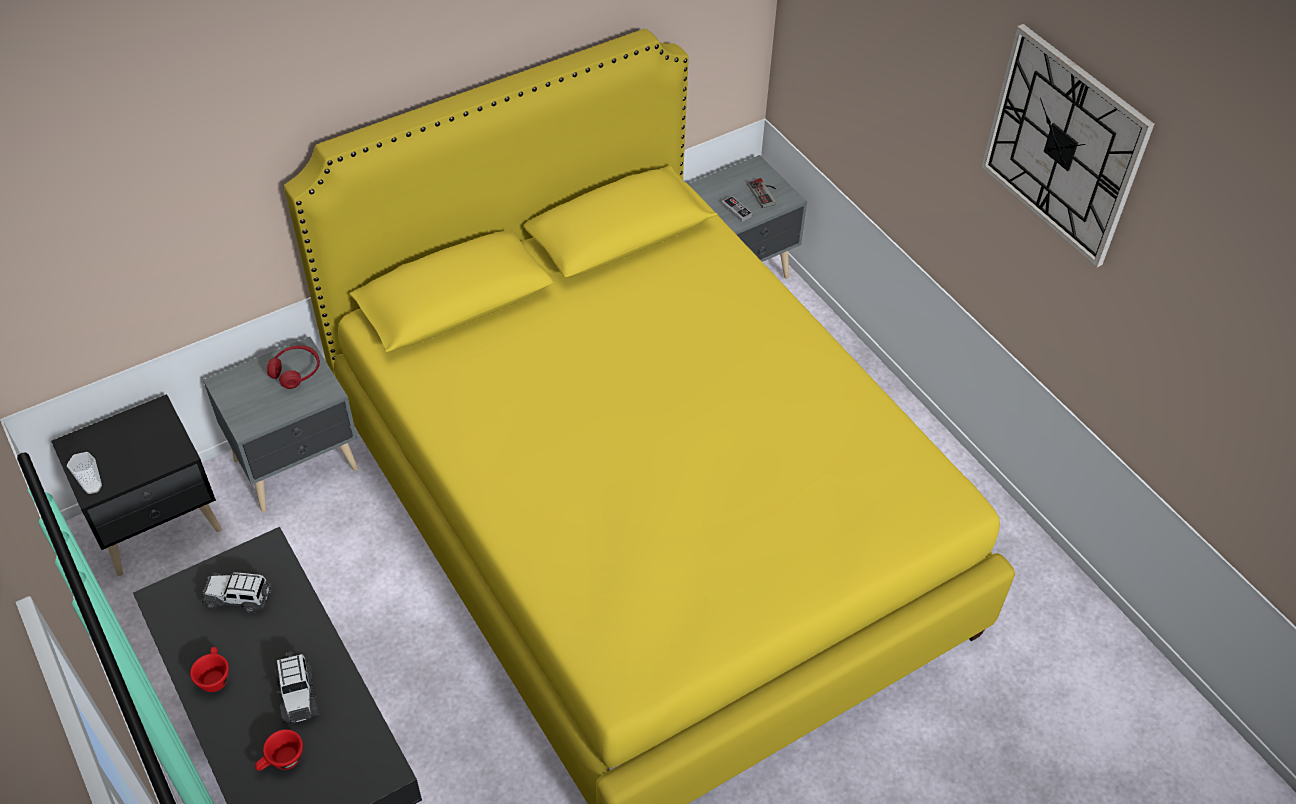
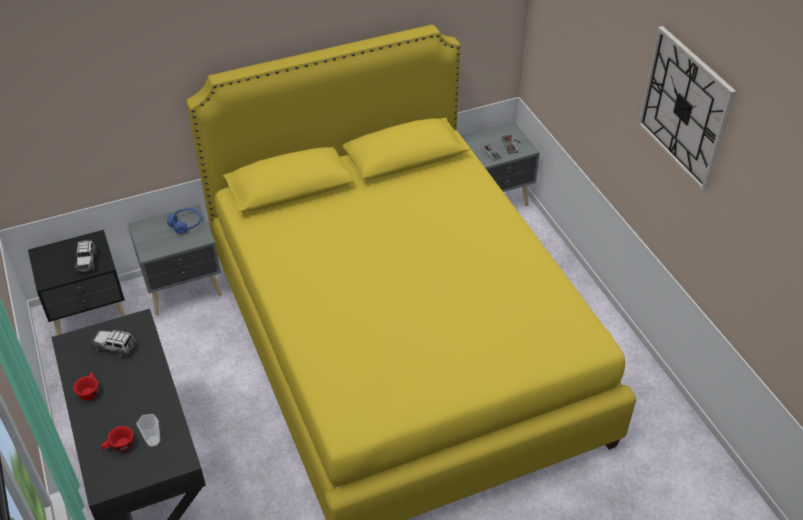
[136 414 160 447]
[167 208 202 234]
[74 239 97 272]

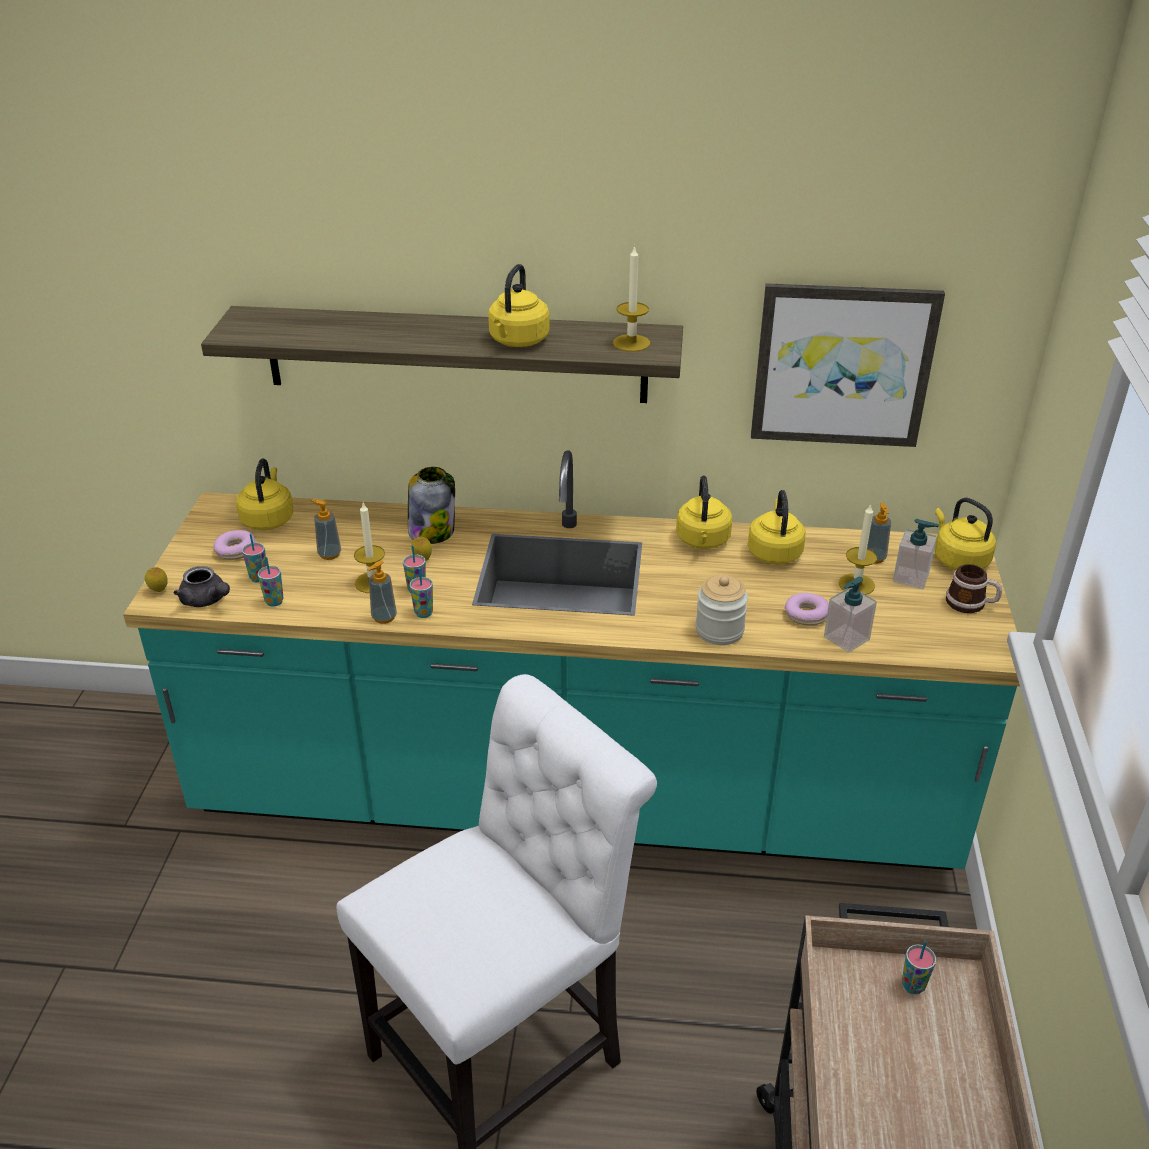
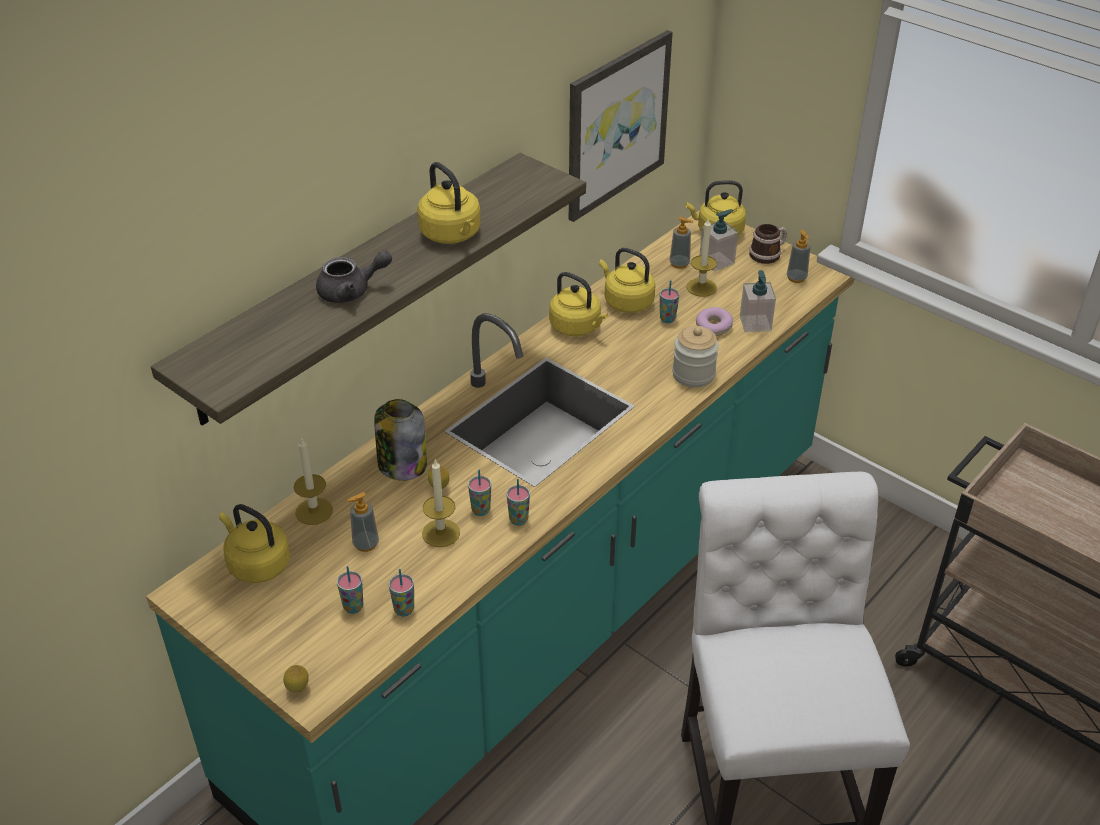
[316 250 392 303]
[213 530 256 560] (first image)
[787 230 811 283]
[294 438 333 525]
[660 280 679 323]

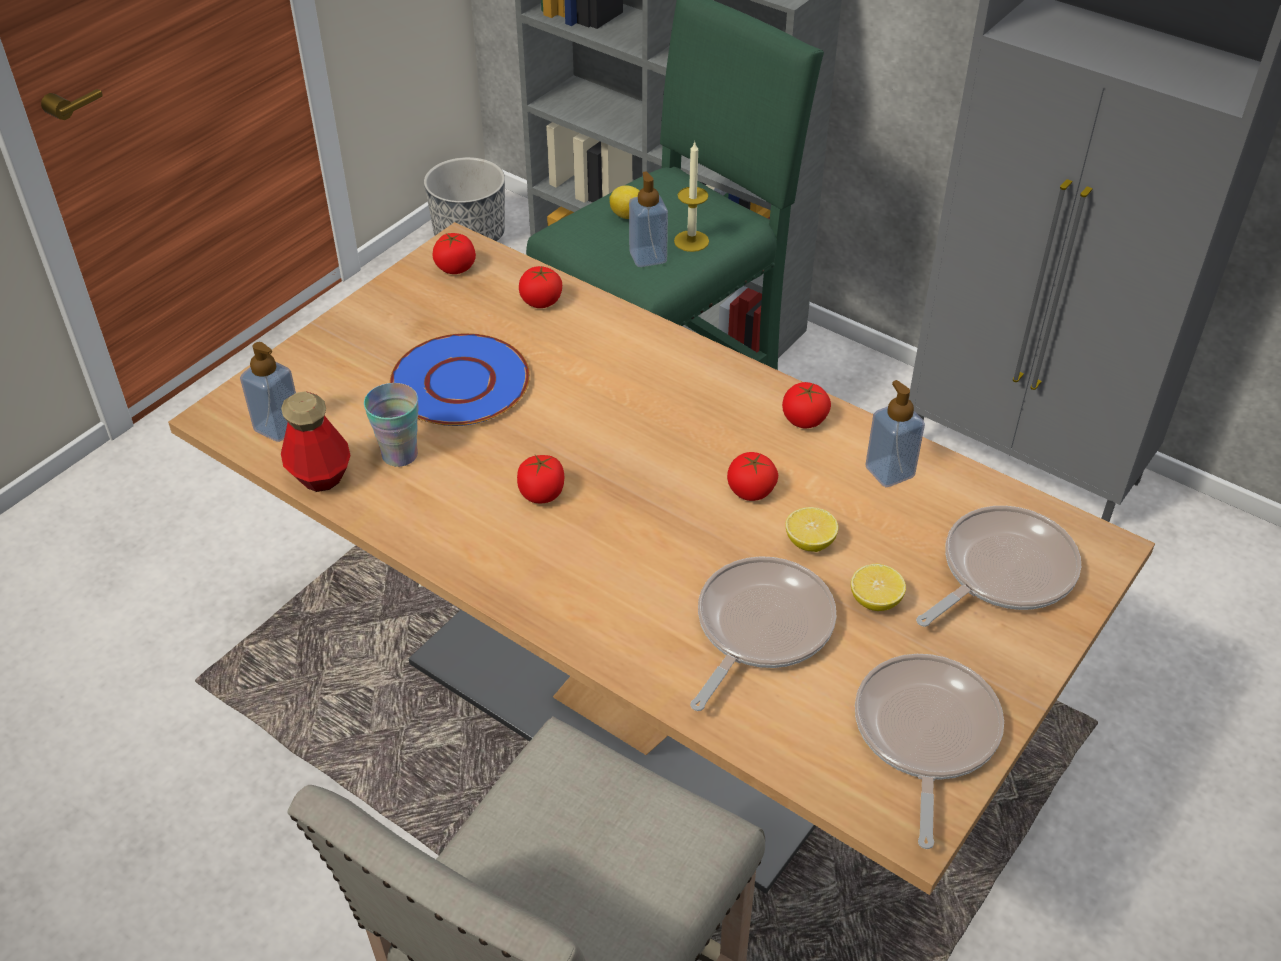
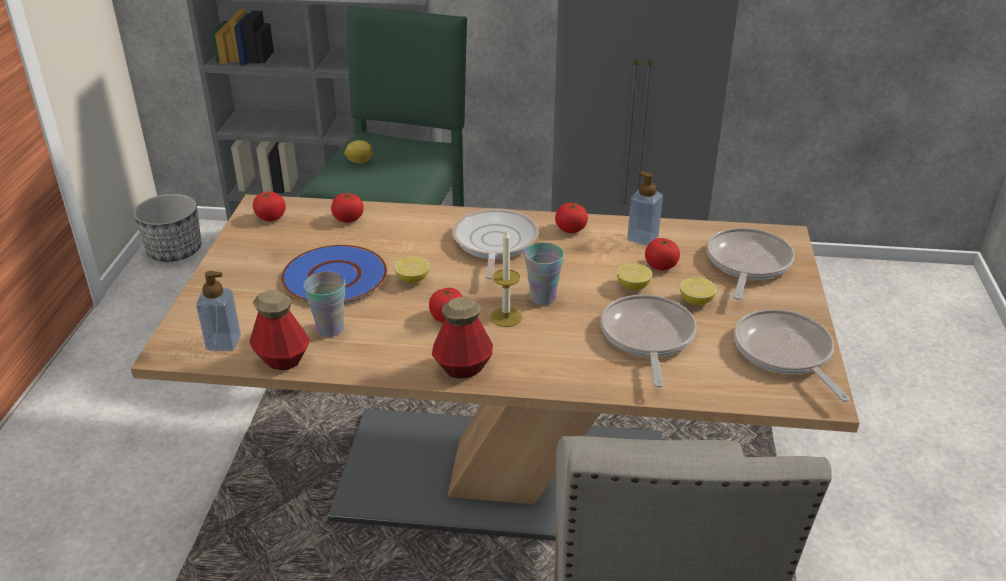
[629 171 668 267] (first image)
[490 229 522 327]
[645 238 680 270]
[394 256 430 283]
[432 297 493 378]
[452 208 539 279]
[524 243 564 305]

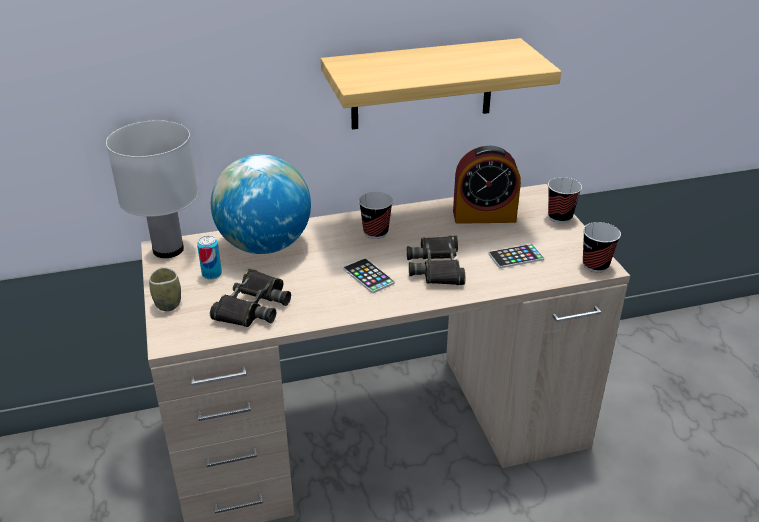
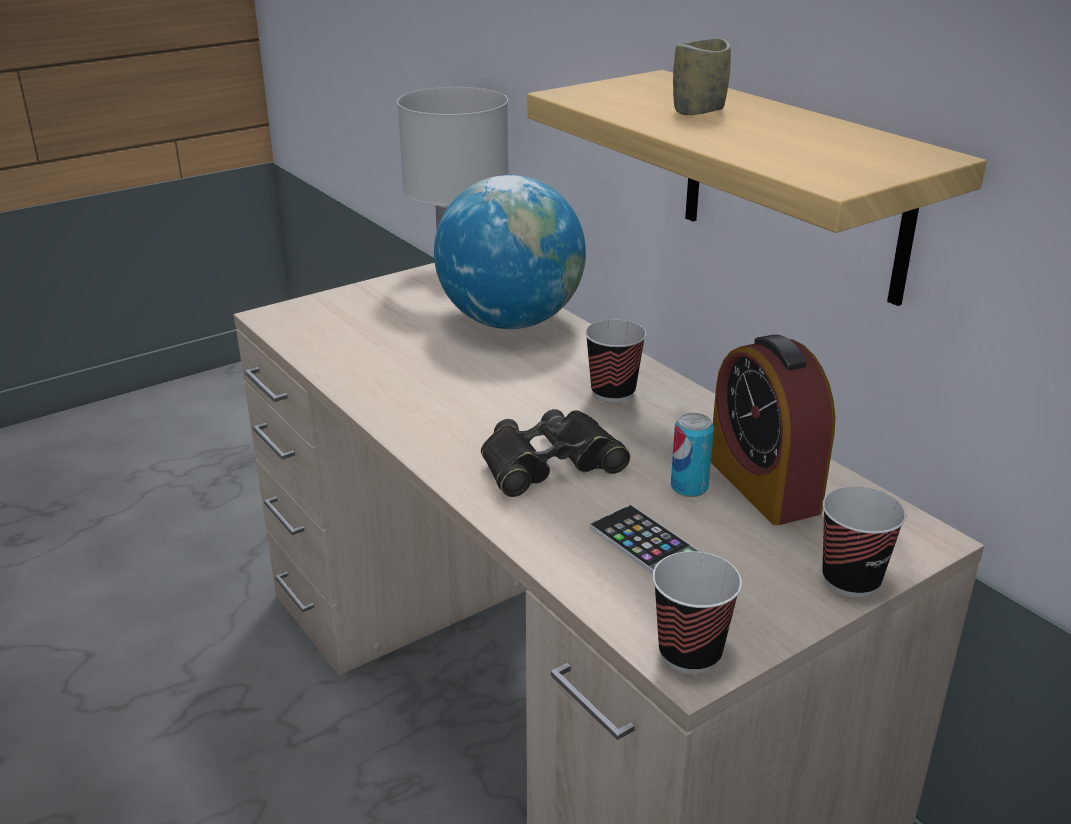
[673 38 731 115]
[671 413 714 497]
[210 269 291 327] (first image)
[343 258 395 293] (first image)

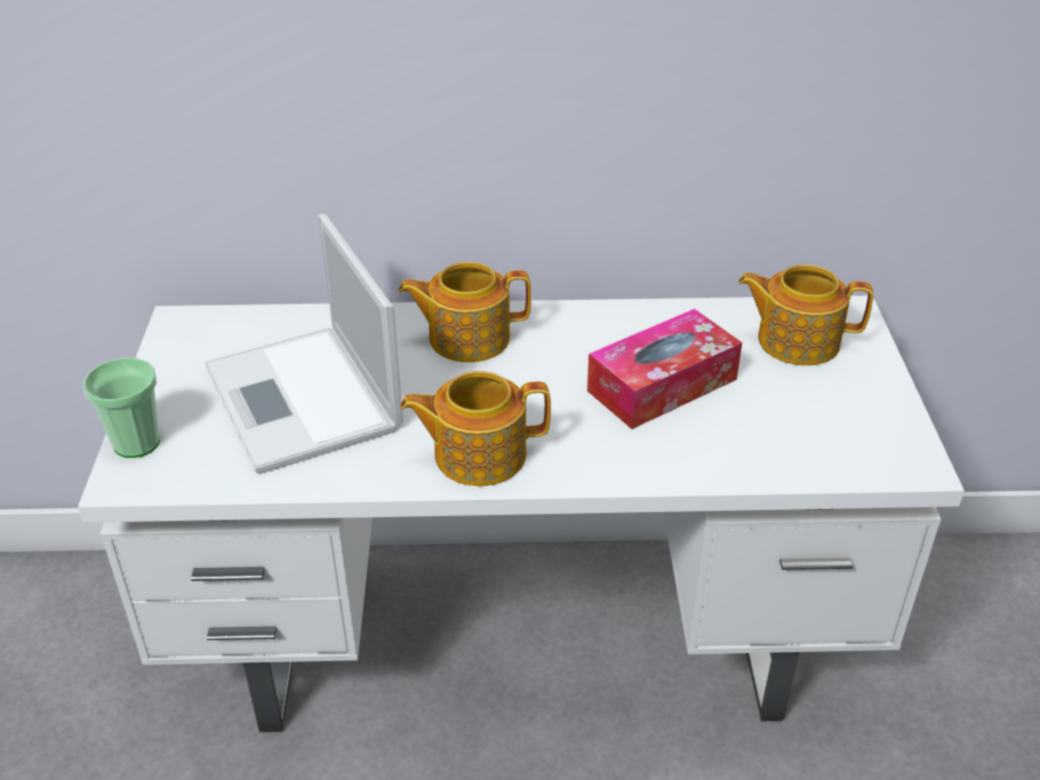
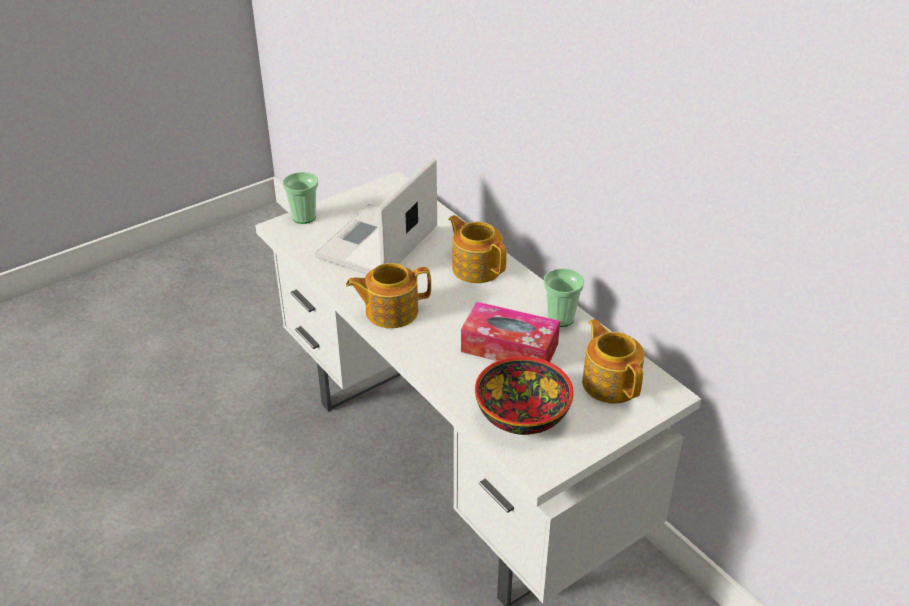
[346 263 431 328]
[475 356 574 435]
[543 268 584 327]

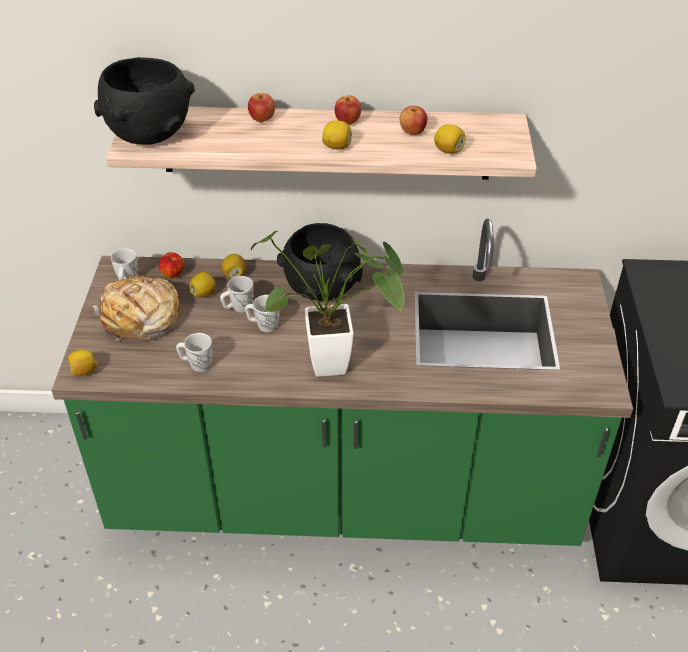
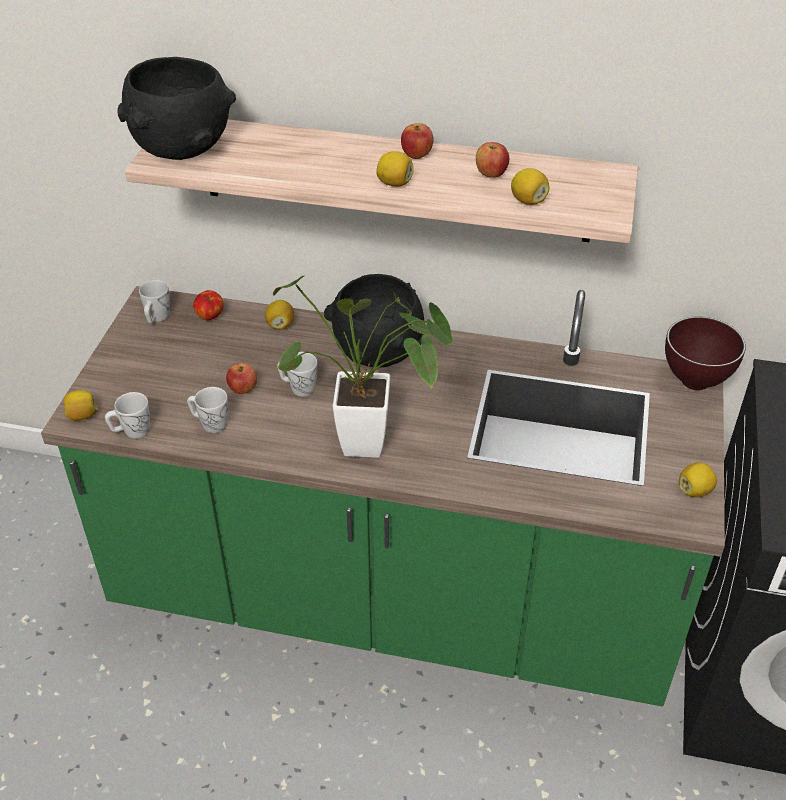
[93 275 180 341] (first image)
[679 462 717 497]
[105 392 150 439]
[226 363 257 394]
[665 317 746 390]

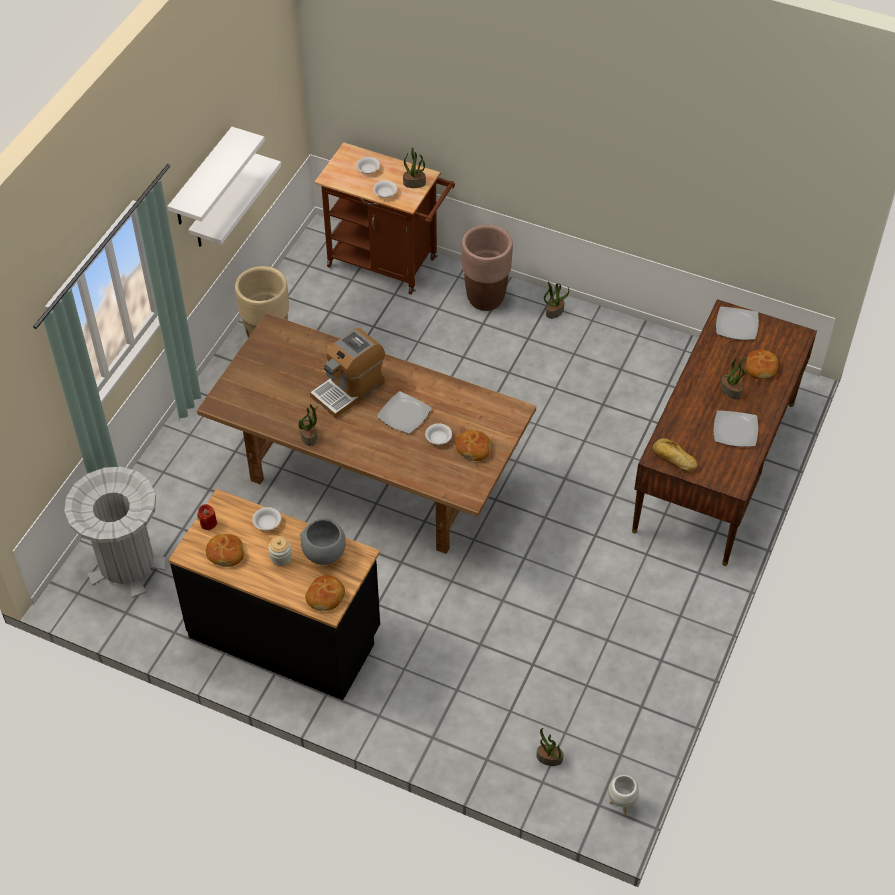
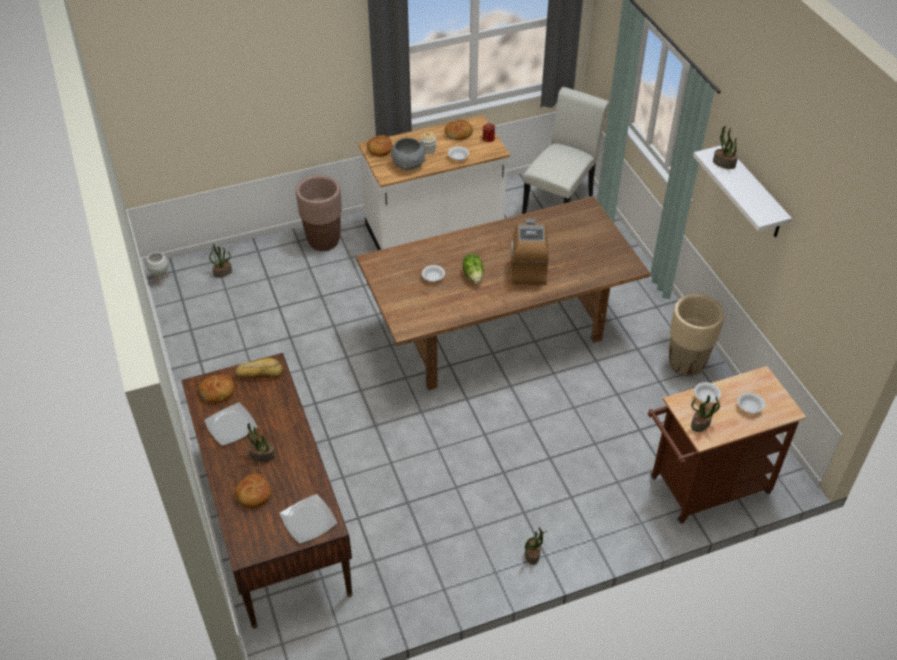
[522 87 610 214]
[358 115 510 250]
[188 153 281 247] (first image)
[713 126 738 169]
[462 254 484 284]
[199 374 235 403]
[296 175 342 251]

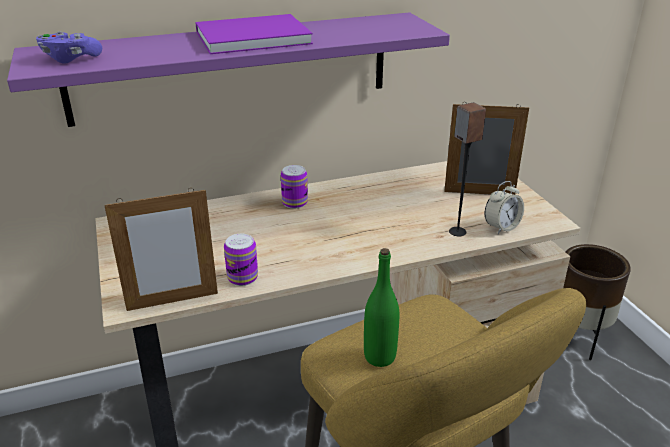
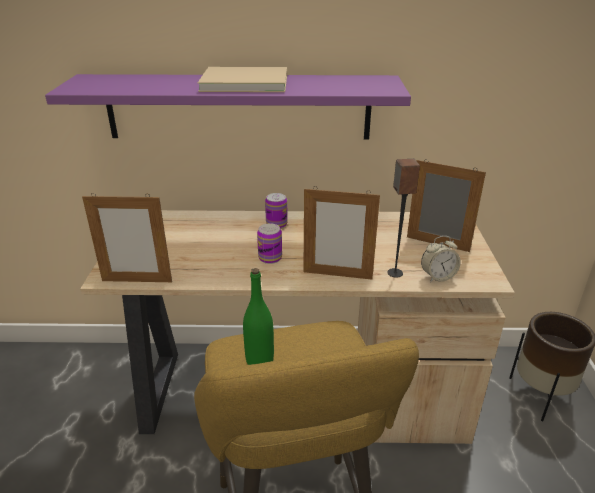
[36 31 102 63] (first image)
[198 67 287 92]
[257 223 282 264]
[303 186 380 280]

